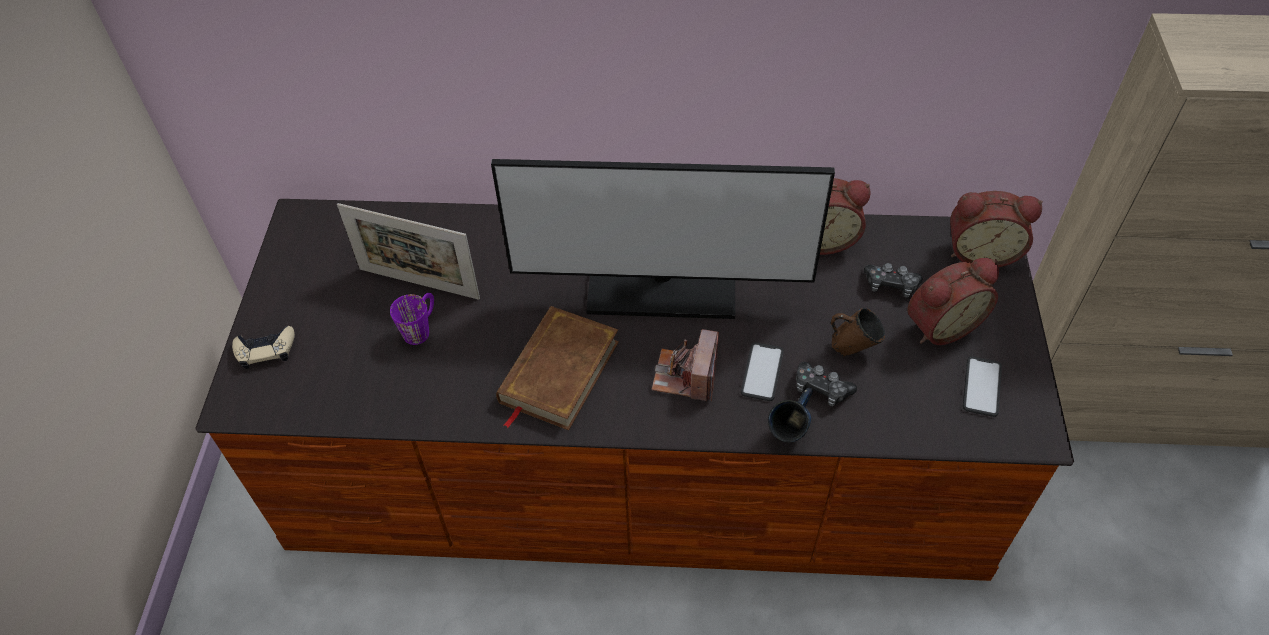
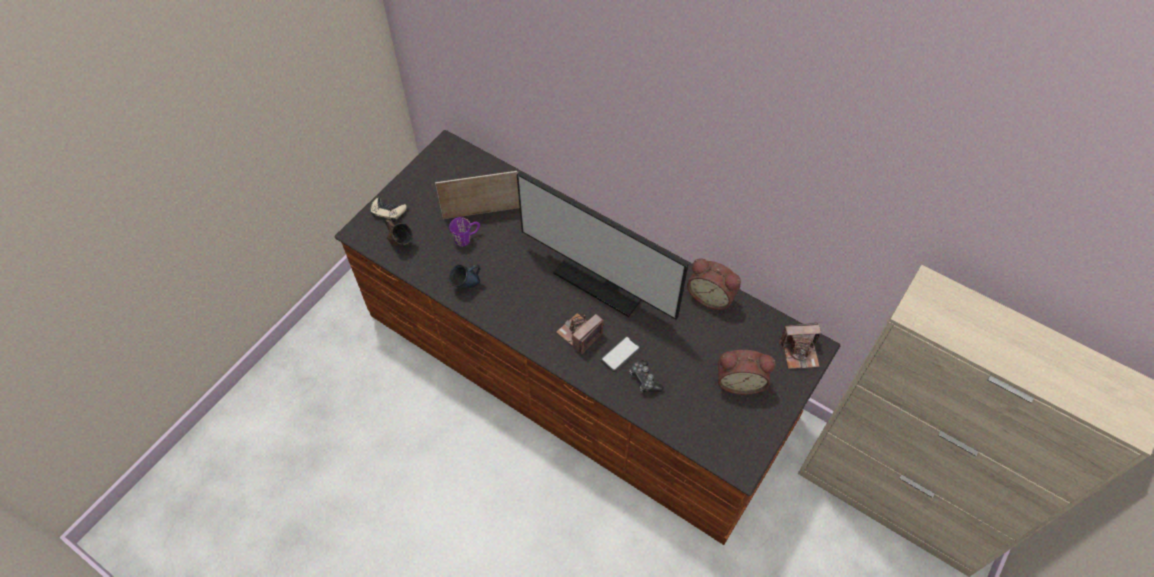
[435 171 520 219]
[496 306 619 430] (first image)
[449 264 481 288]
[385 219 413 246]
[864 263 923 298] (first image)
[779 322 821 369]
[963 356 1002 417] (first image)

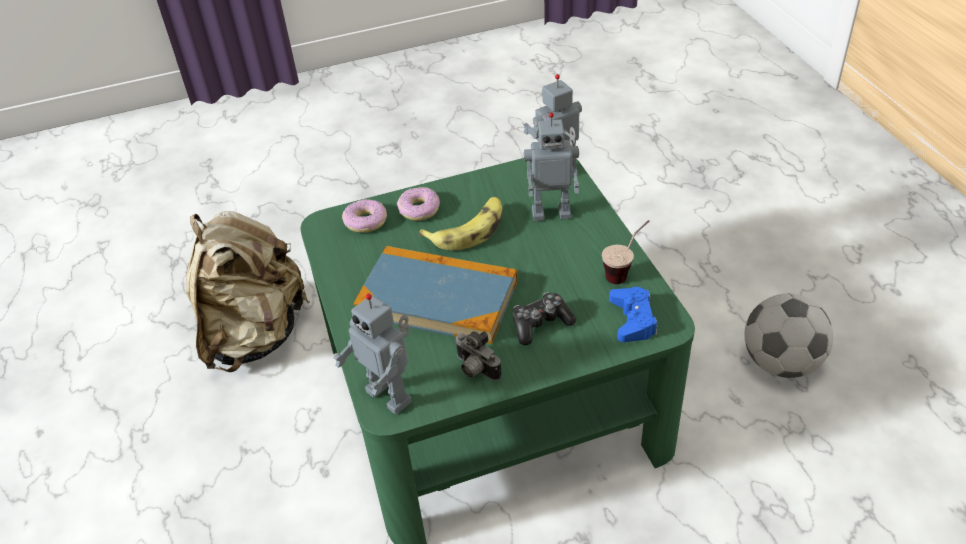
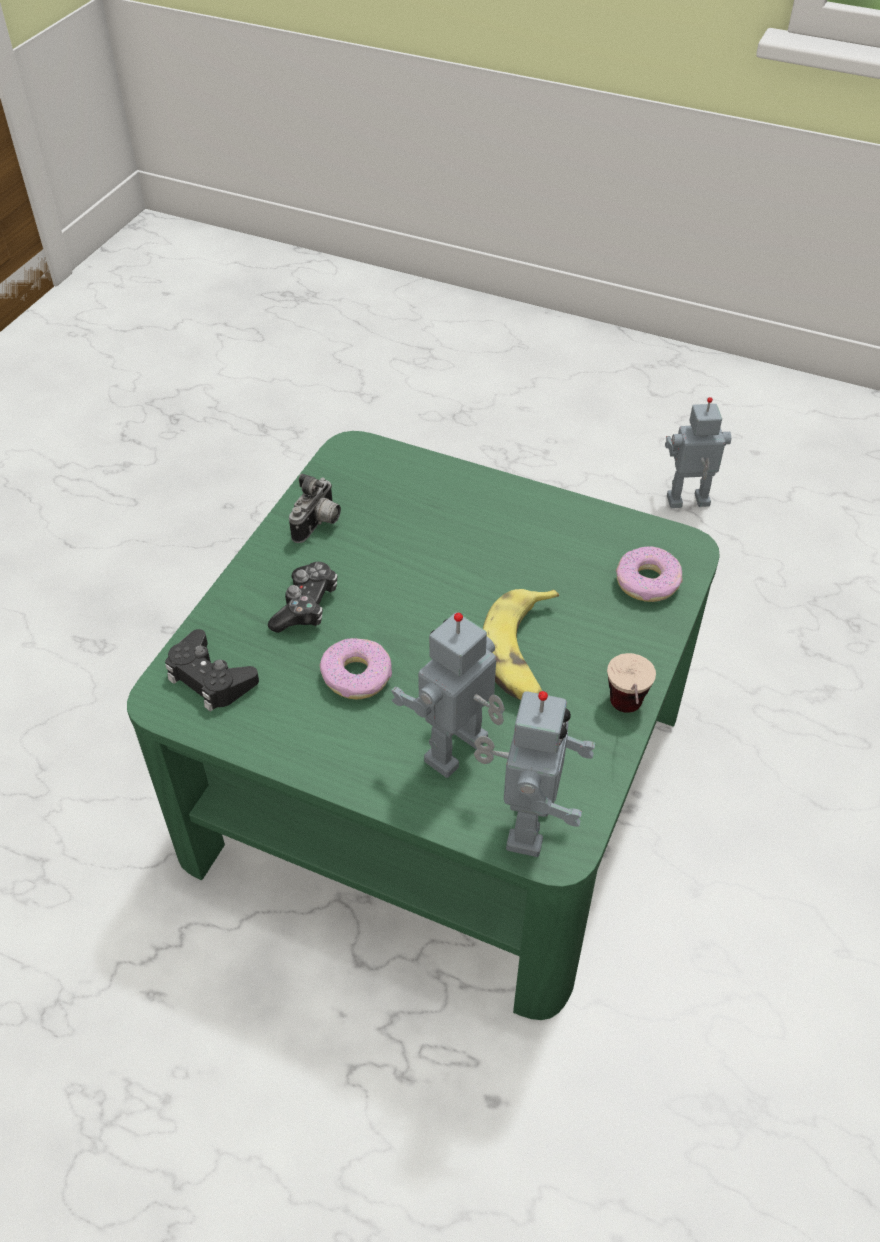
[186 211 310 372] (first image)
[665 397 731 508]
[353 246 518 344] (first image)
[320 638 392 699]
[289 473 341 543]
[607 653 656 713]
[165 629 259 712]
[744 294 833 378] (first image)

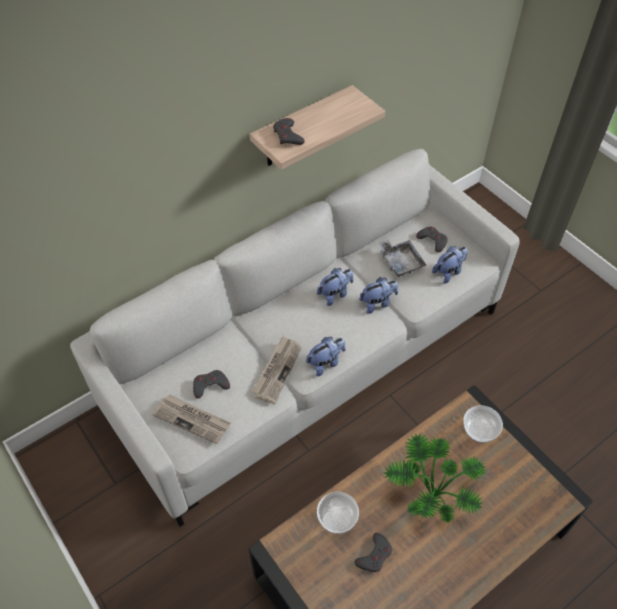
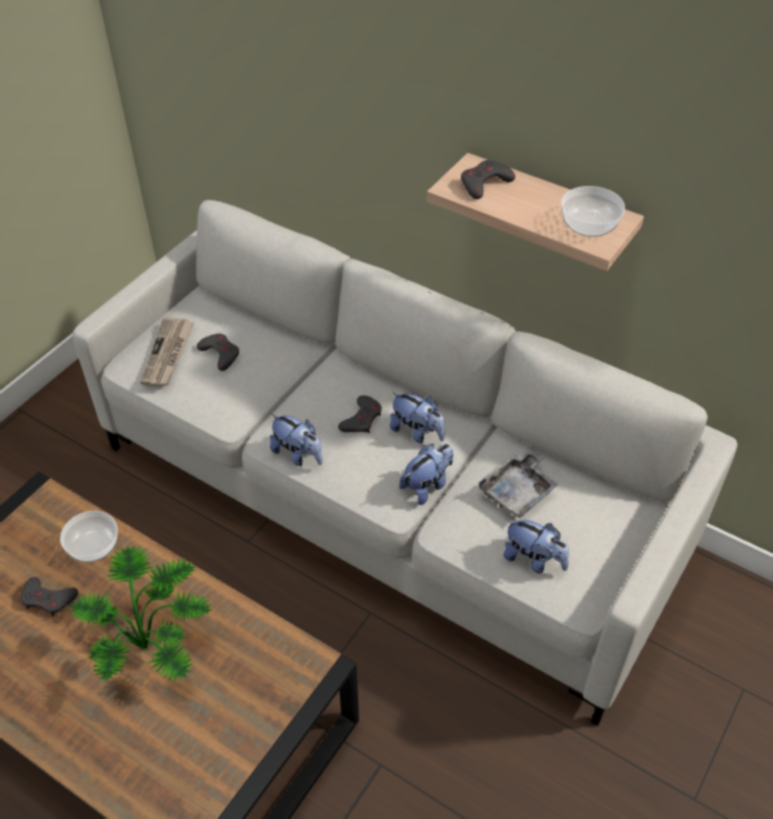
[252 335 302 404] (first image)
[399 444 453 505]
[338 395 382 433]
[561 186 625 237]

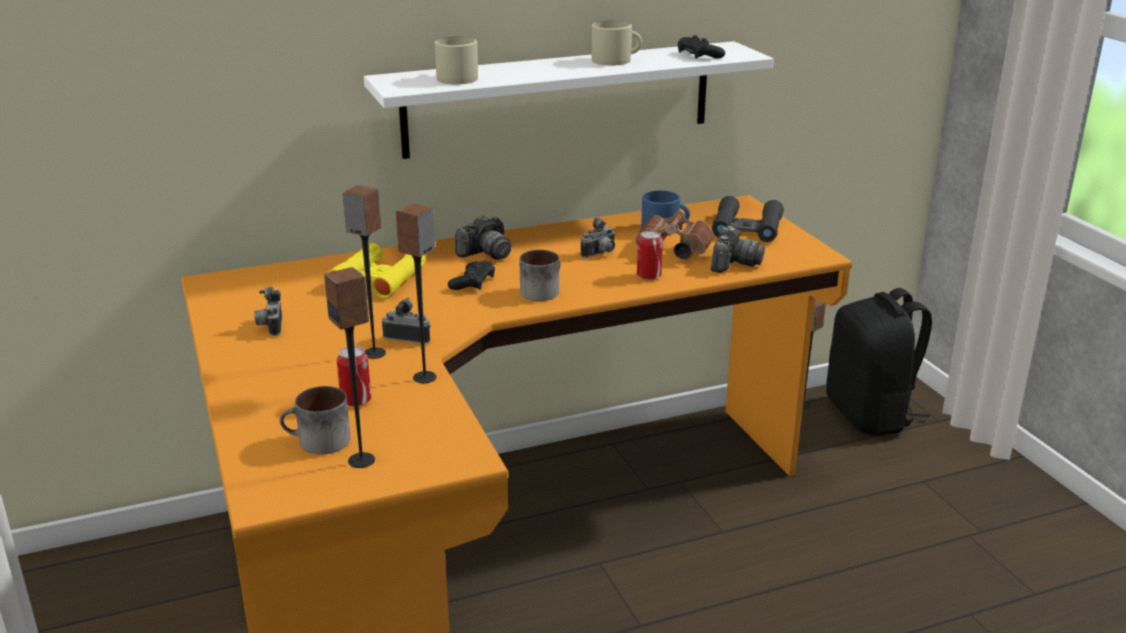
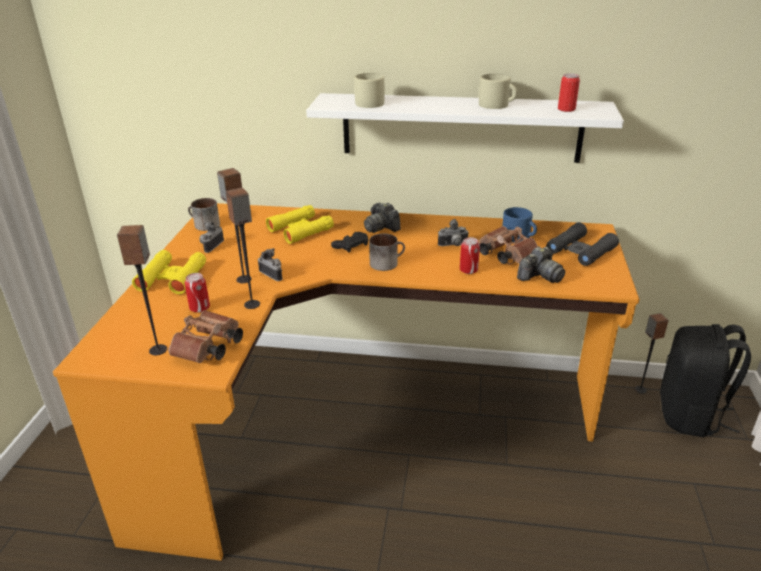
[188 198 220 231]
[364 203 401 233]
[558 73 580 112]
[132 250 206 294]
[168 310 243 363]

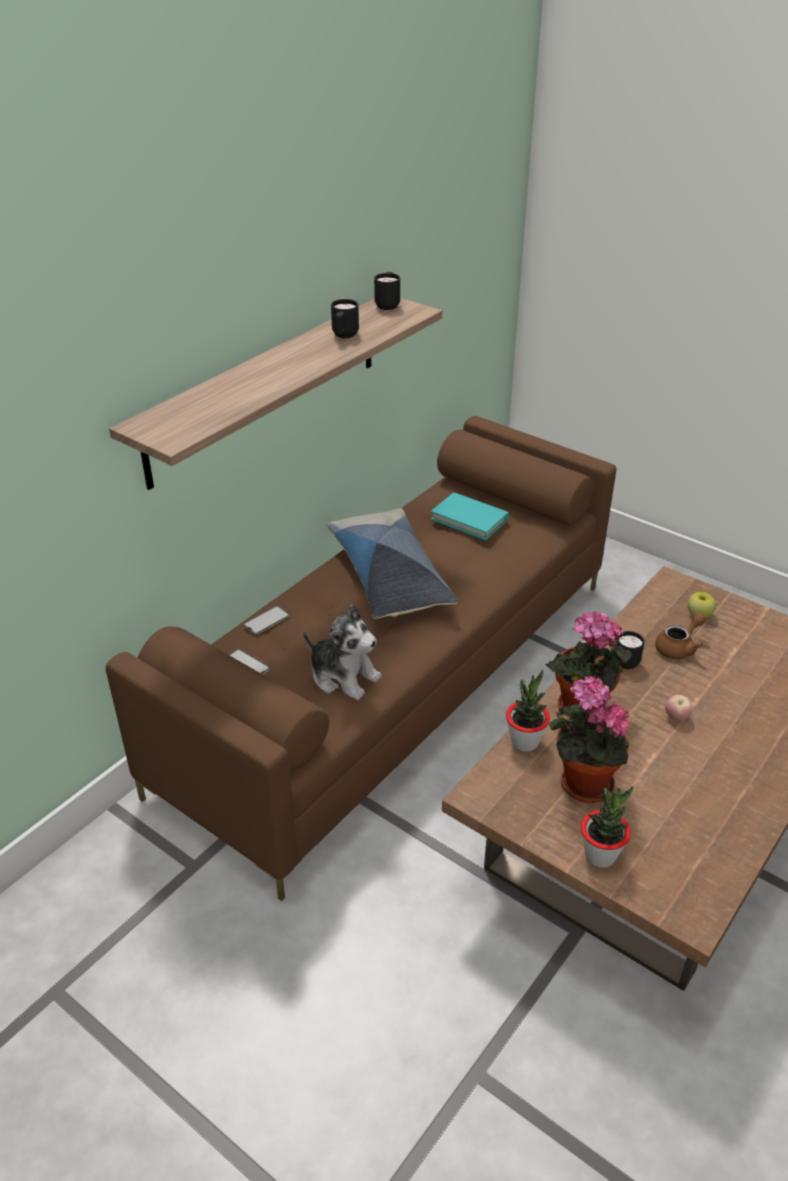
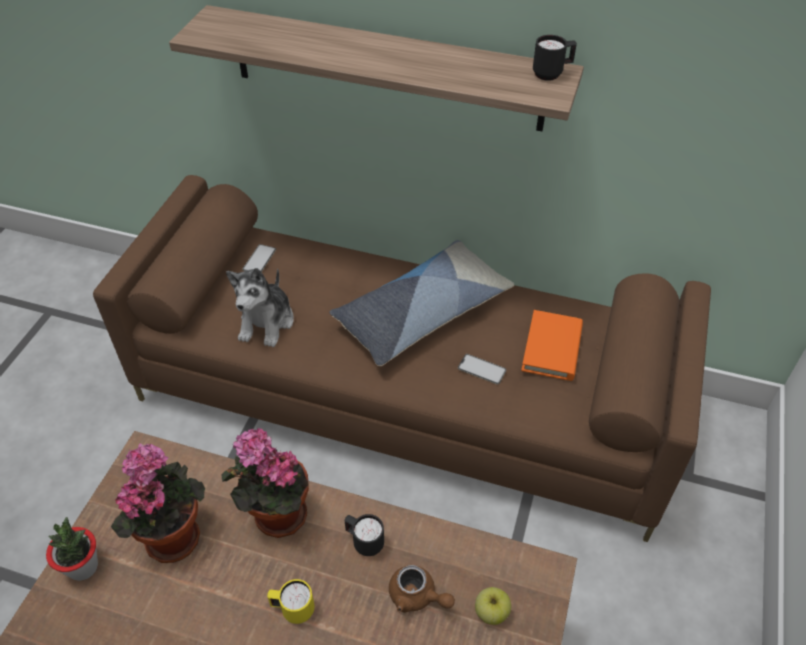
[458 354 506 385]
[331 299 359 338] (first image)
[521 310 583 381]
[506 670 550 752] (first image)
[267 579 314 624]

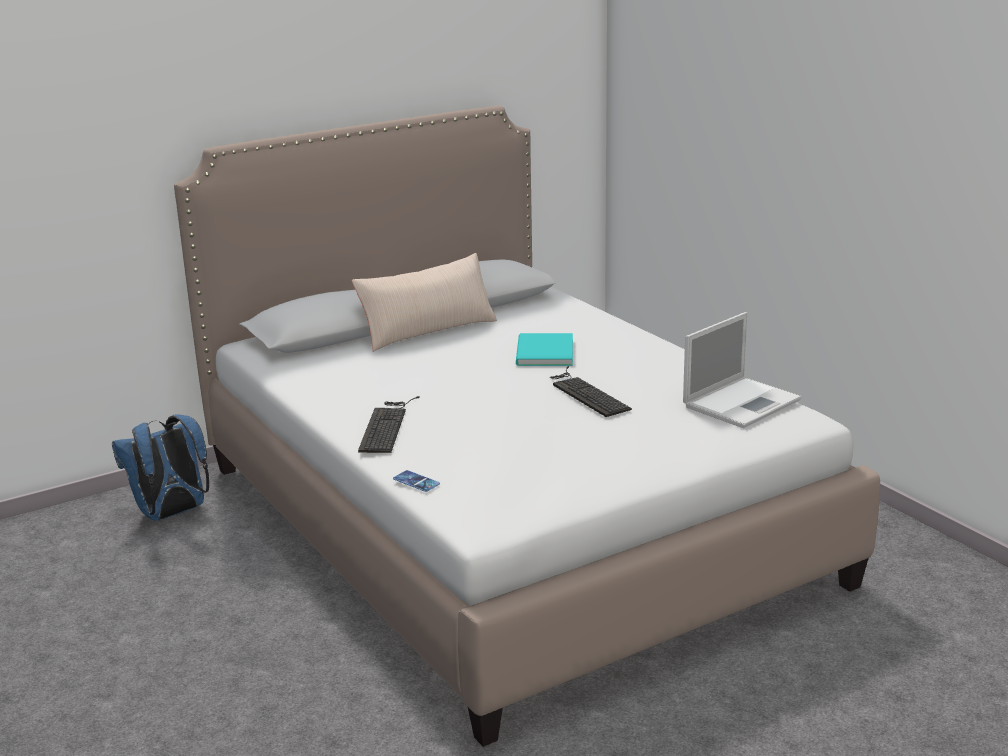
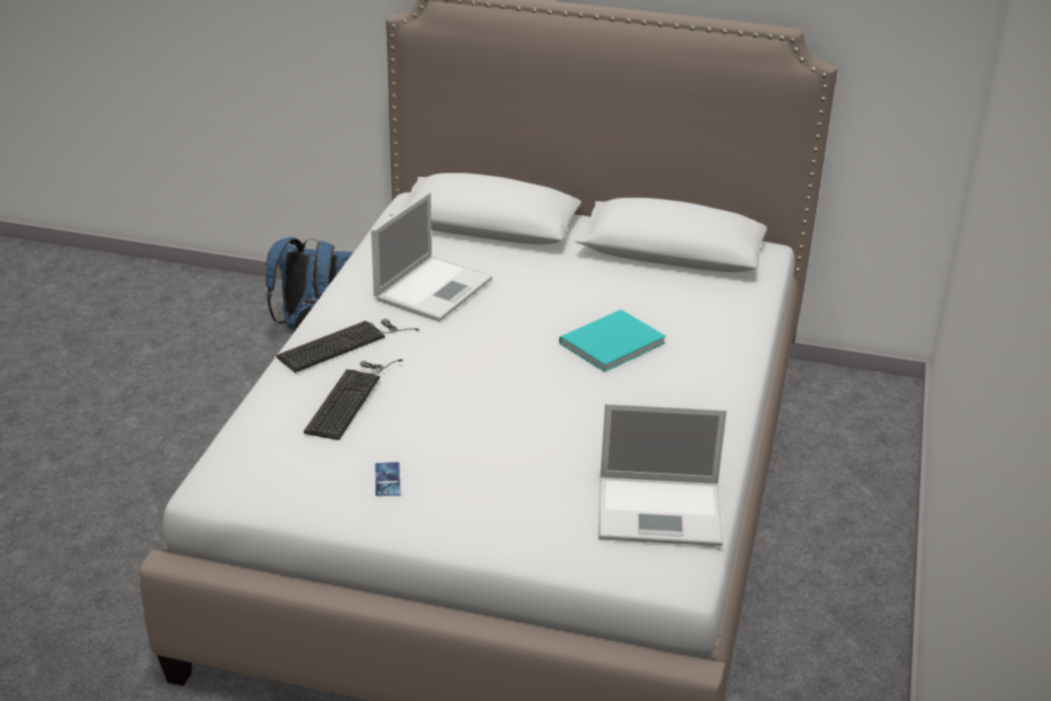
[352 253 497 352] (first image)
[375 462 401 496]
[304 359 403 440]
[371 192 493 321]

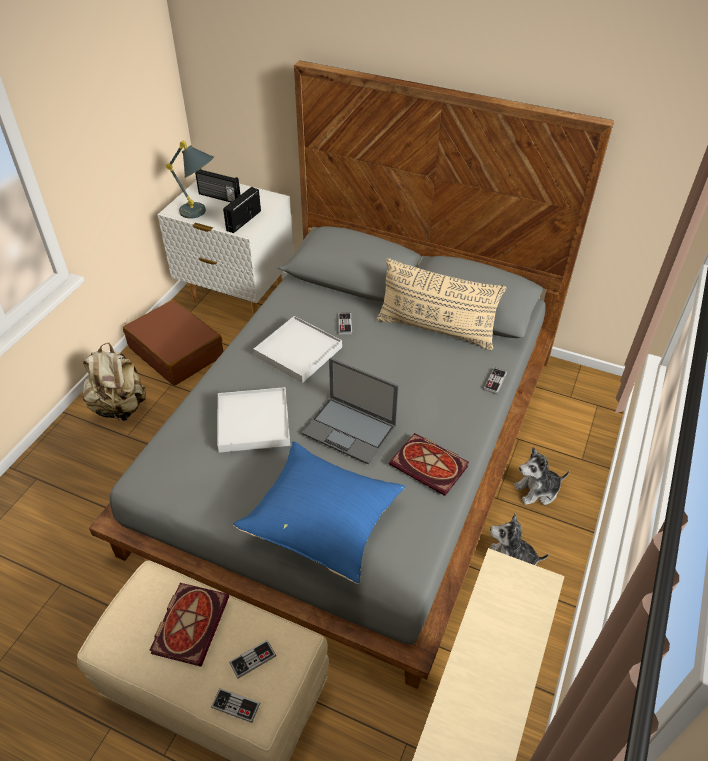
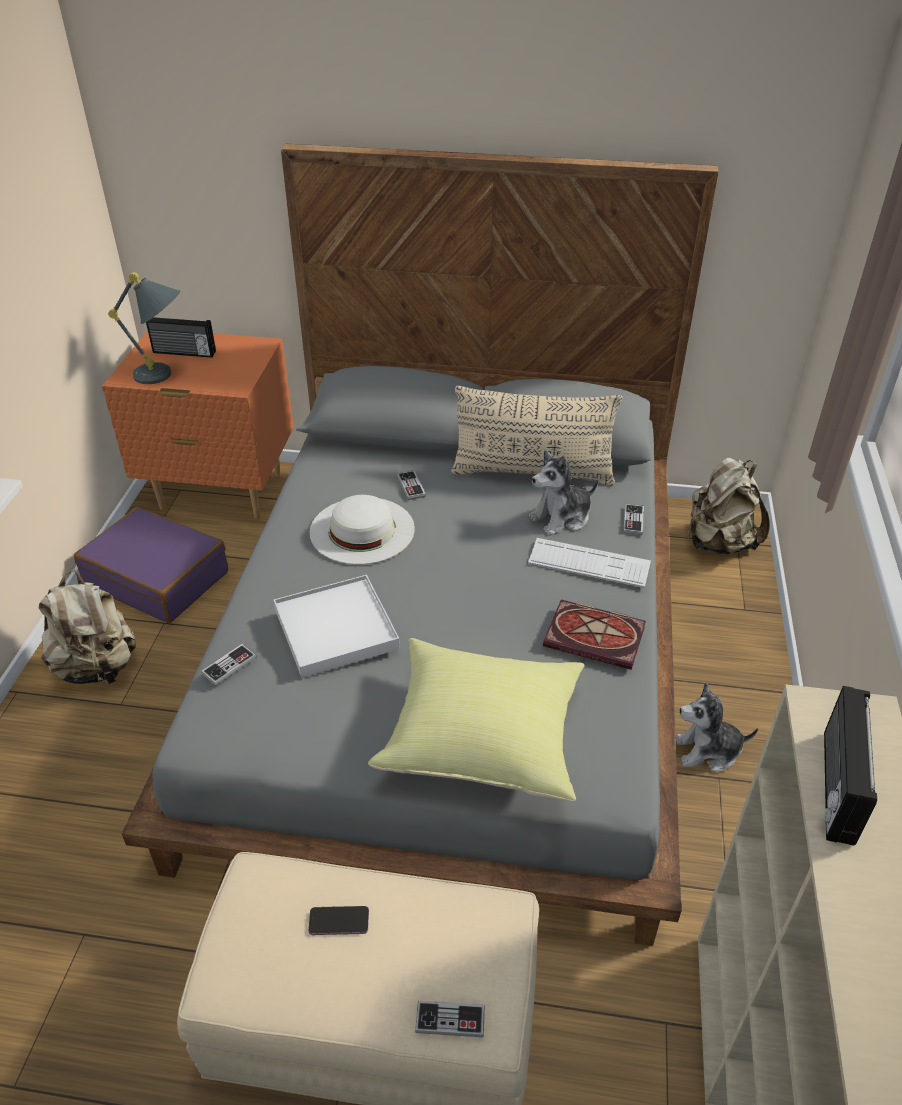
[74 507 228 623]
[308 906 369 935]
[102 330 294 519]
[824 686 877 846]
[201 644 257 686]
[368 638 584 801]
[310 495 415 564]
[302 358 399 465] (first image)
[529 450 599 536]
[528 538 651 588]
[687 458 770 554]

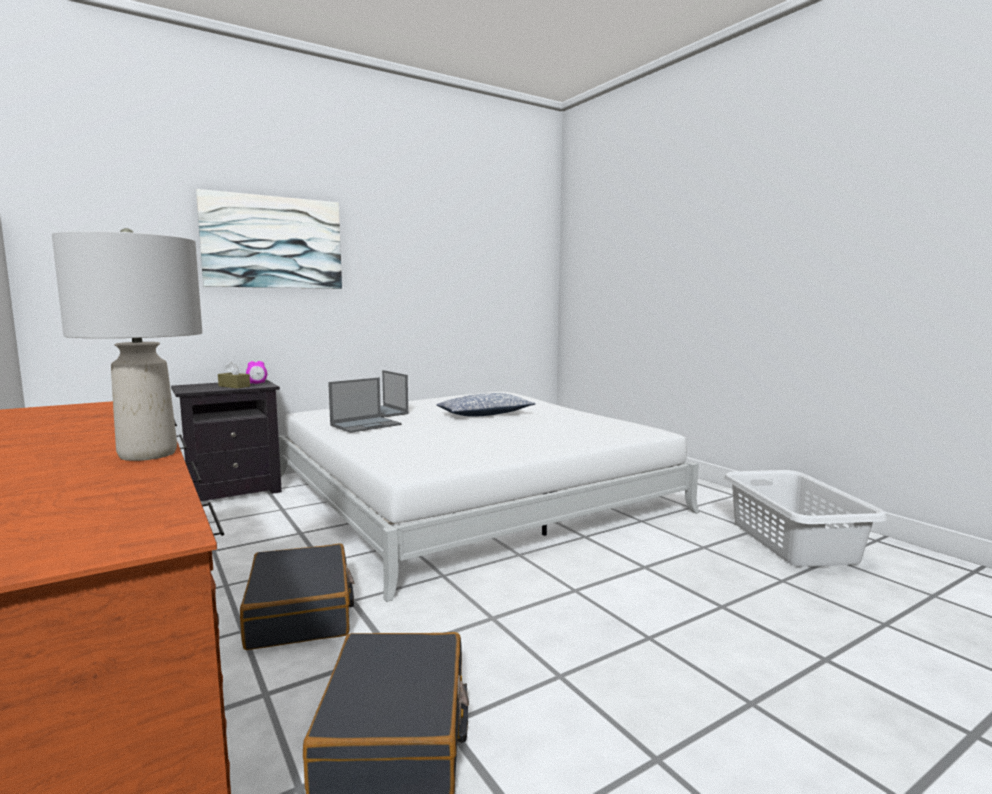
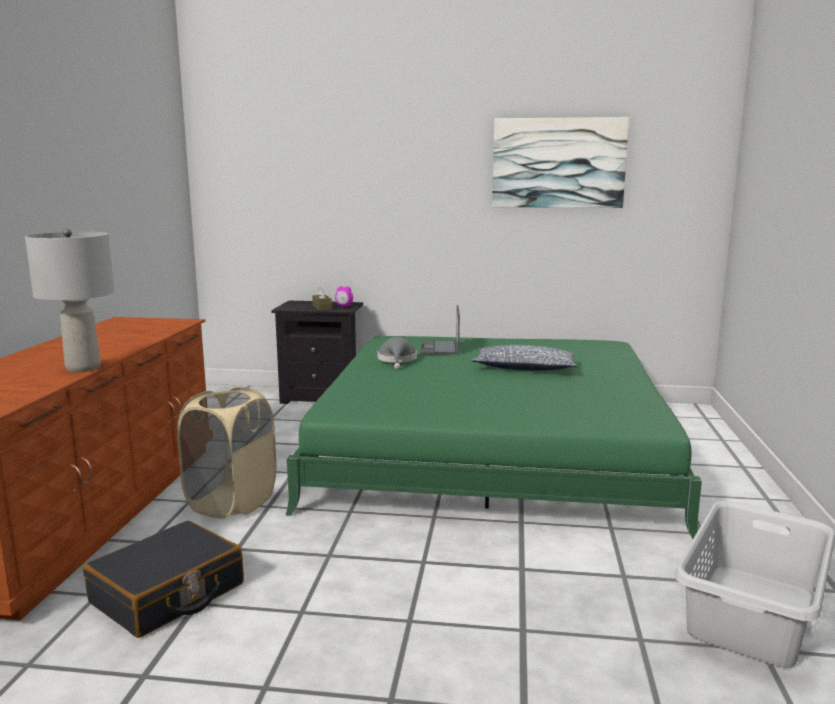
[492 117 629 208]
[177 387 276 519]
[286 336 702 540]
[378 337 417 369]

